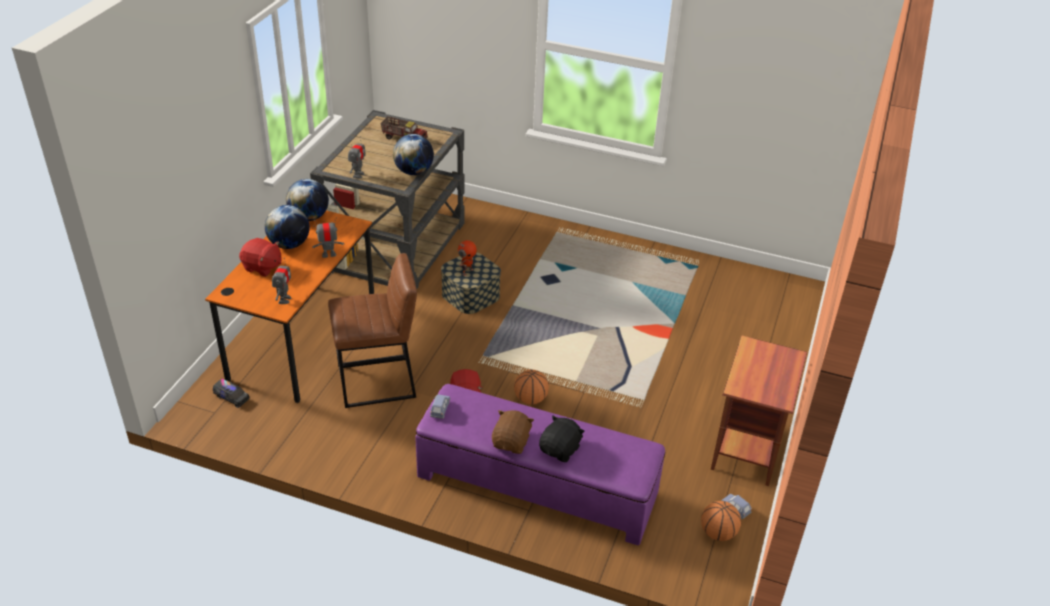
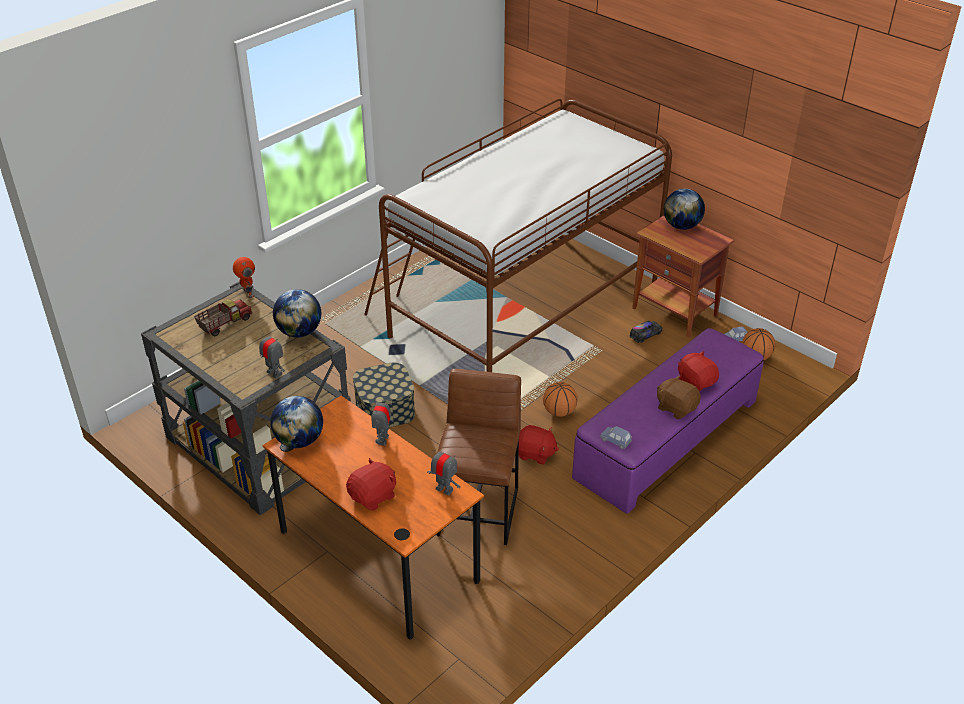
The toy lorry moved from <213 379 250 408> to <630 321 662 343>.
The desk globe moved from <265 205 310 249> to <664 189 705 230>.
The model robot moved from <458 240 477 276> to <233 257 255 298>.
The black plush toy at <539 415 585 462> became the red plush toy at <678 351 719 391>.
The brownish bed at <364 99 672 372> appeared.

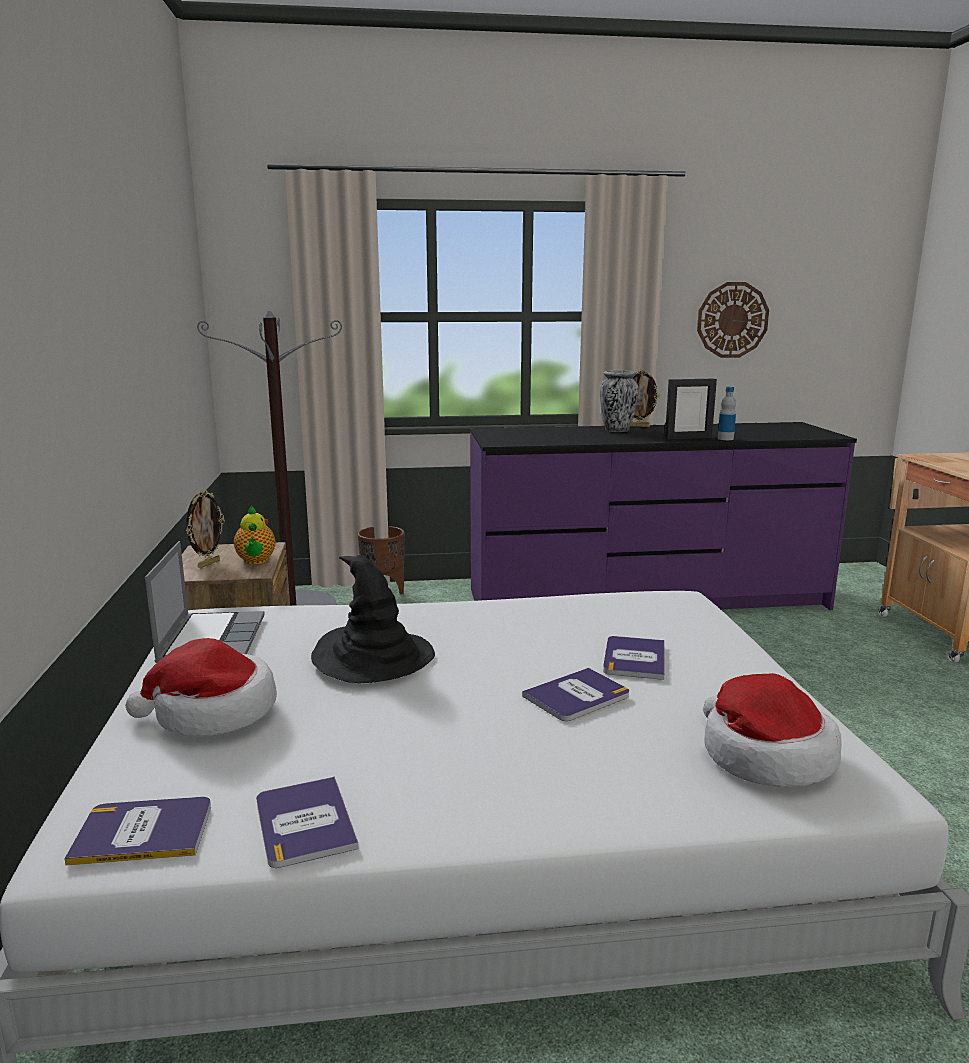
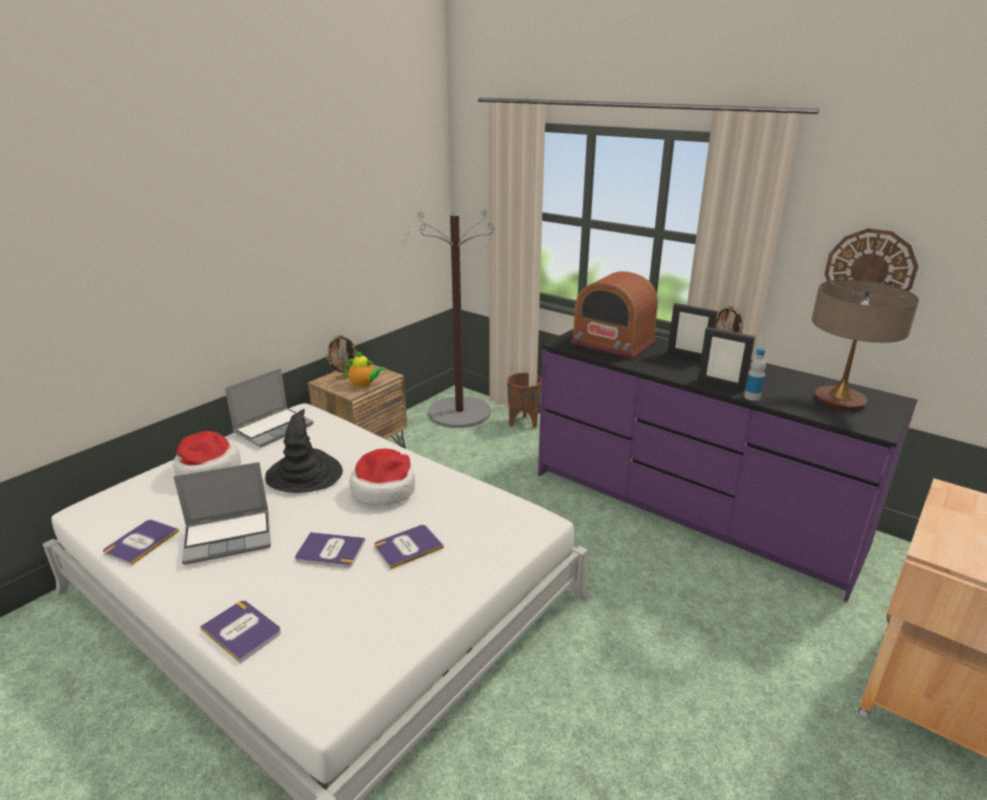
The book moved from <64 797 211 865> to <200 601 281 663>.
The teapot at <234 505 275 564> turned 105 degrees counterclockwise.
The decorative vase at <600 370 638 432> was replaced by the standing frame at <668 303 718 360>.
The hat moved from <703 673 842 787> to <350 449 415 505>.
The laptop at <173 462 271 565> appeared.
The radio set at <570 271 658 359> appeared.
The lamp for a table at <812 279 919 410> appeared.

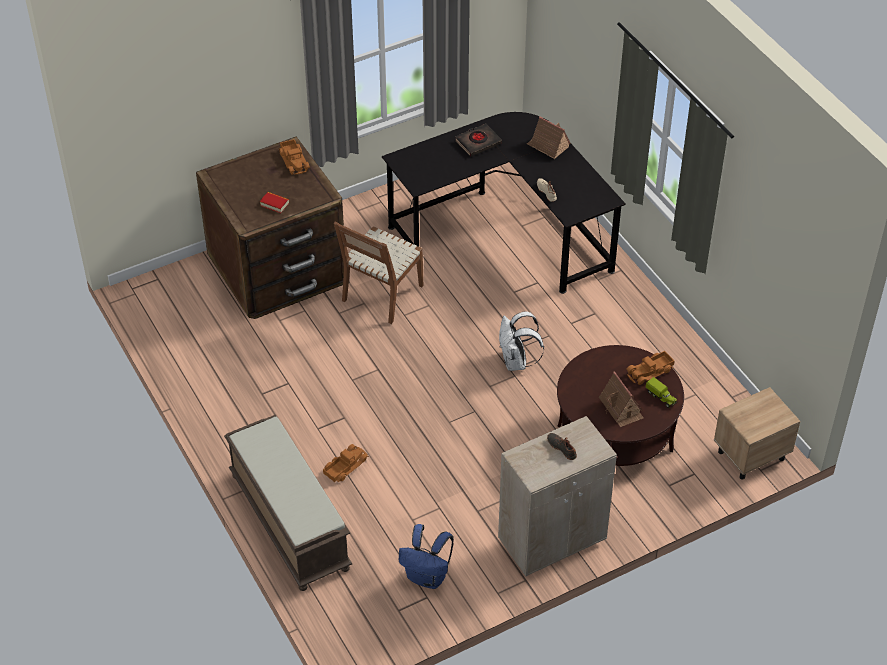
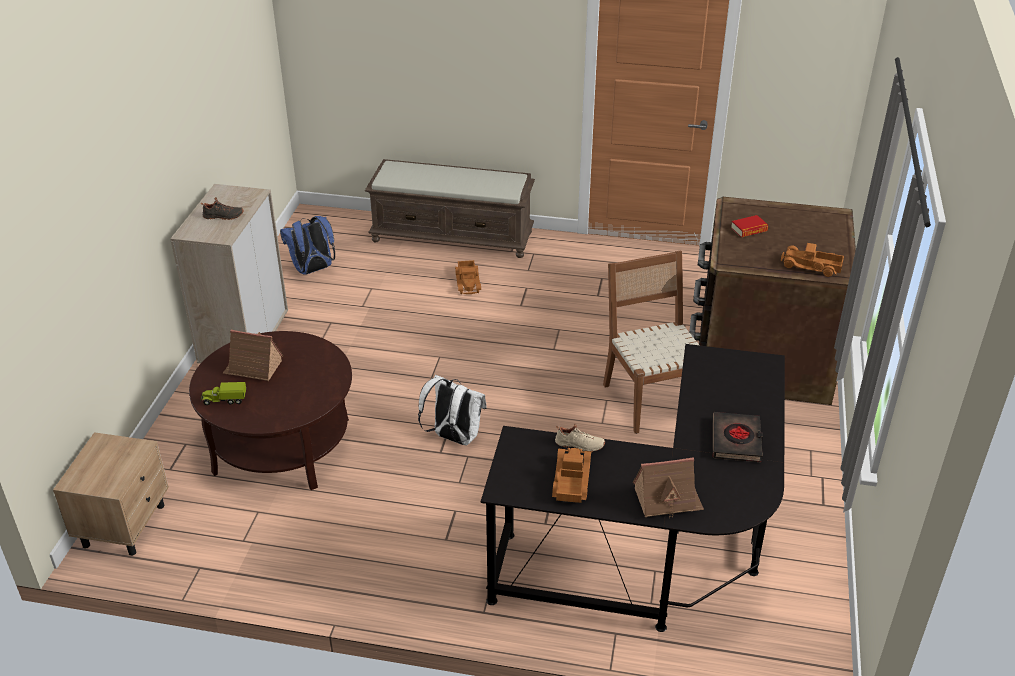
The toy lorry moved from <627 351 675 385> to <552 448 591 503>.

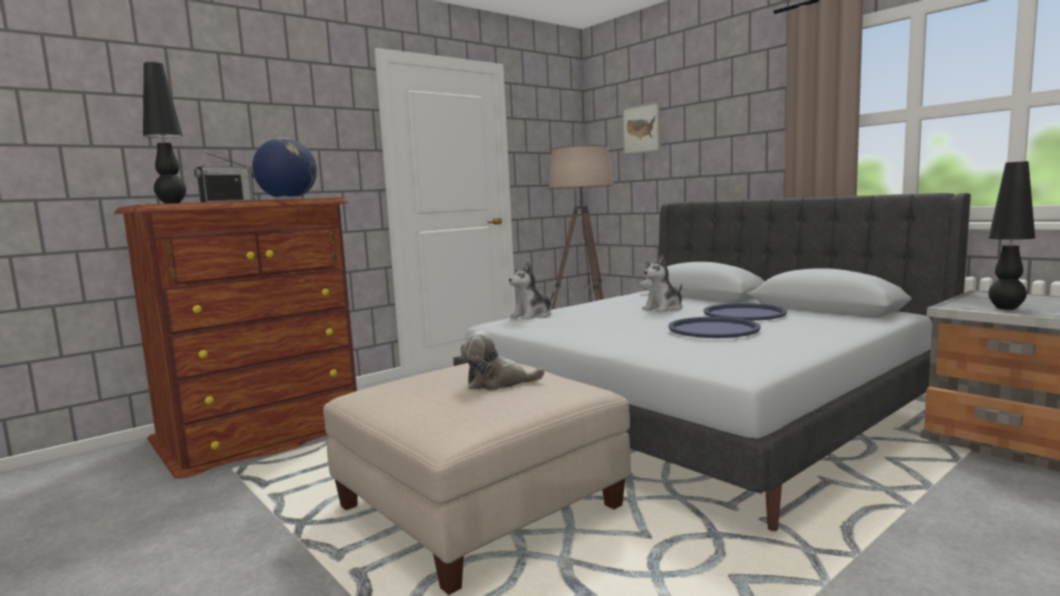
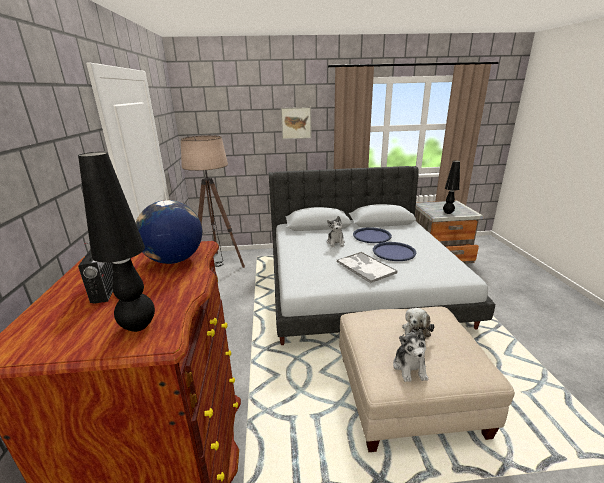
The plush toy moved from <509 262 554 319> to <393 329 428 382>.
The picture moved from <622 101 661 155> to <281 107 312 139>.
The carrying tray at <336 252 397 283> appeared.

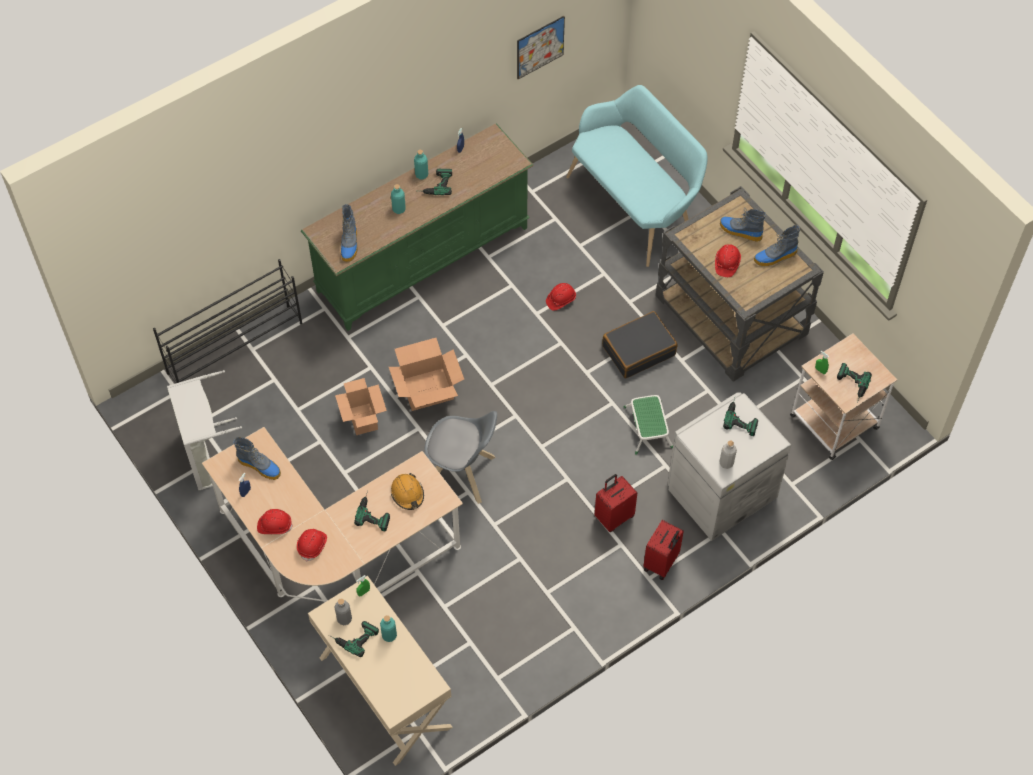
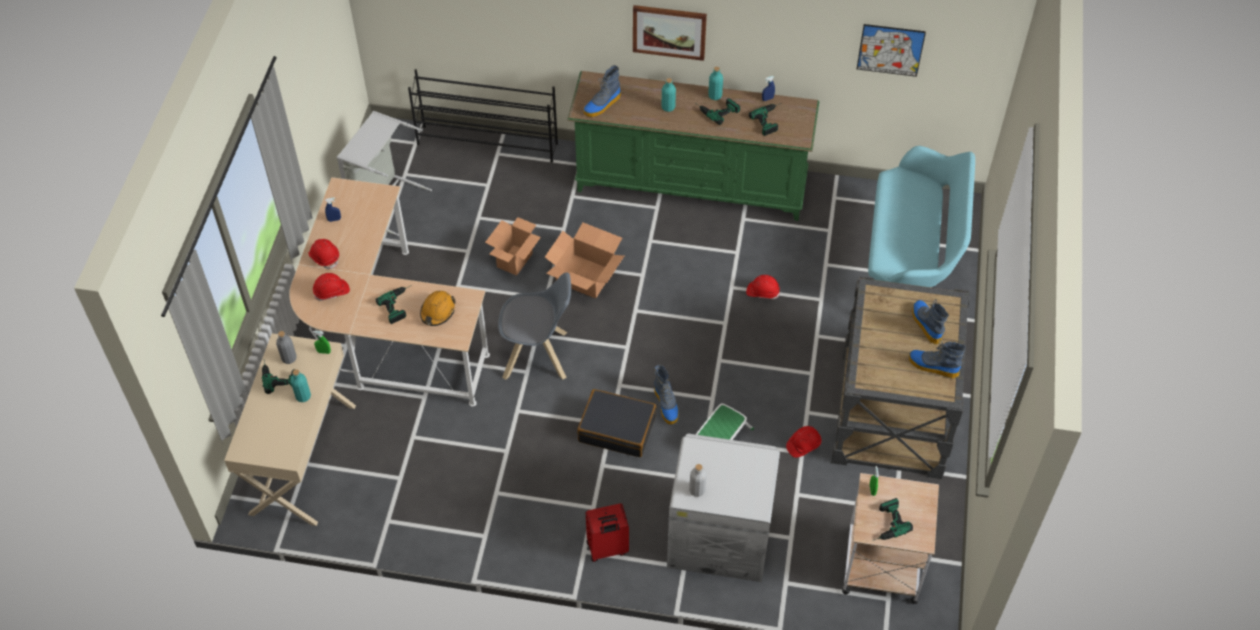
The boot moved from <233 437 281 480> to <654 365 679 425>.
The greyish upright chair at <424 411 497 504> turned 60 degrees counterclockwise.
The red piece of luggage at <595 474 637 532> disappeared.
The black piece of luggage moved from <602 311 677 379> to <577 389 656 457>.
The red safety helmet moved from <715 244 741 277> to <786 426 821 458>.
The power drill moved from <723 398 758 436> to <749 103 781 136>.
The picture at <633 5 707 61> appeared.

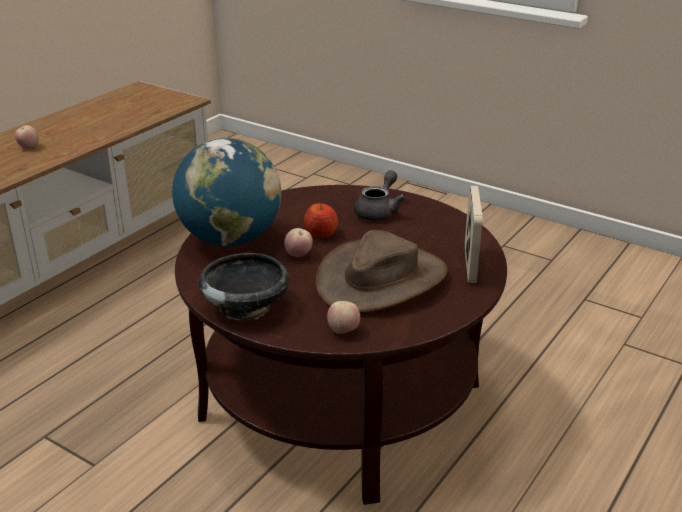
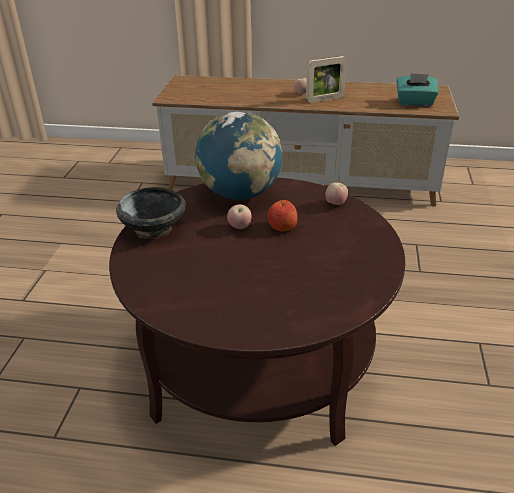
The brownish hat at <315 230 448 313> disappeared.
The apple fruit moved from <327 301 360 334> to <326 182 348 205>.
The greyish teapot at <354 170 406 221> disappeared.
The standing frame moved from <465 186 482 283> to <306 56 347 103>.
The turquoise tissue box at <396 73 439 106> appeared.

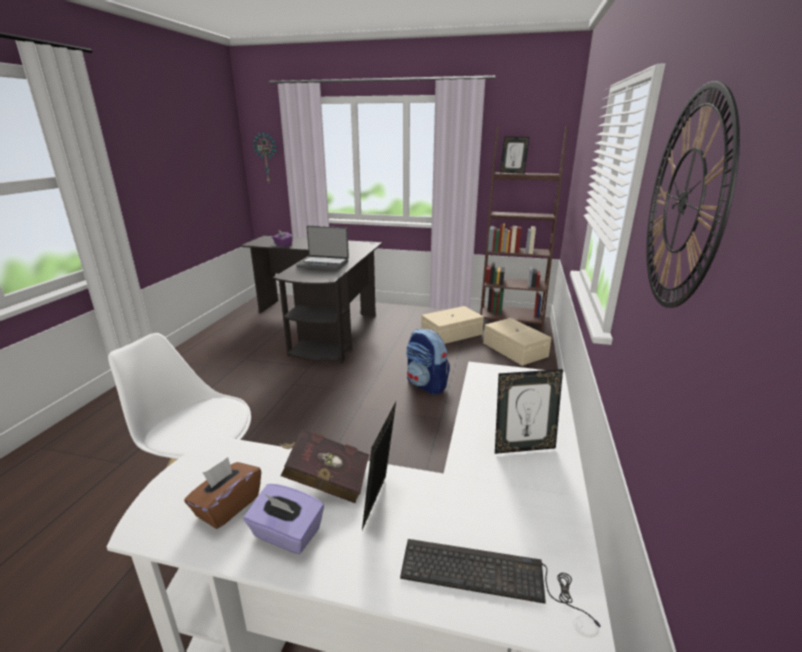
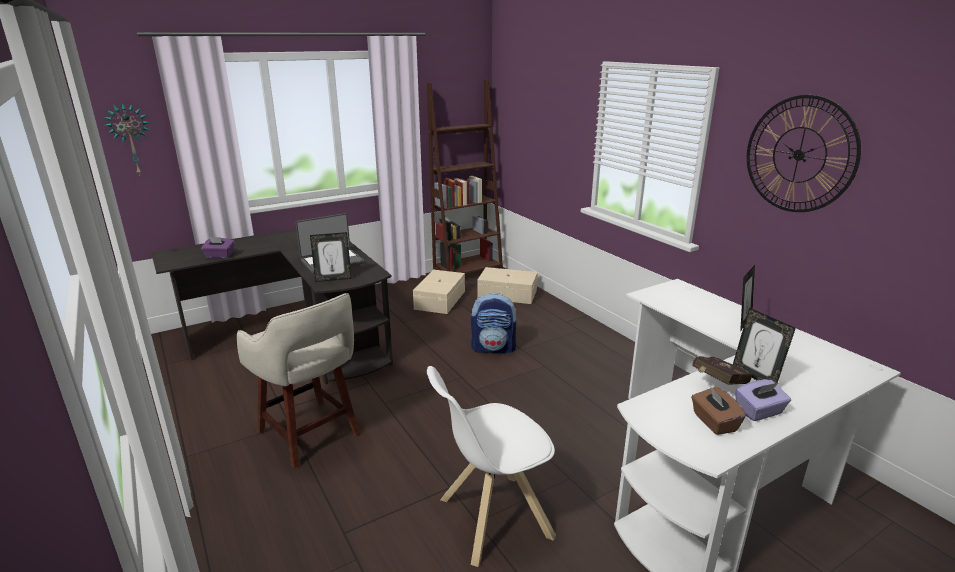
The computer keyboard at <400 539 601 628> disappeared.
The standing frame moved from <500 137 530 174> to <310 232 352 282>.
The beige-coloured stool at <237 293 360 468> appeared.

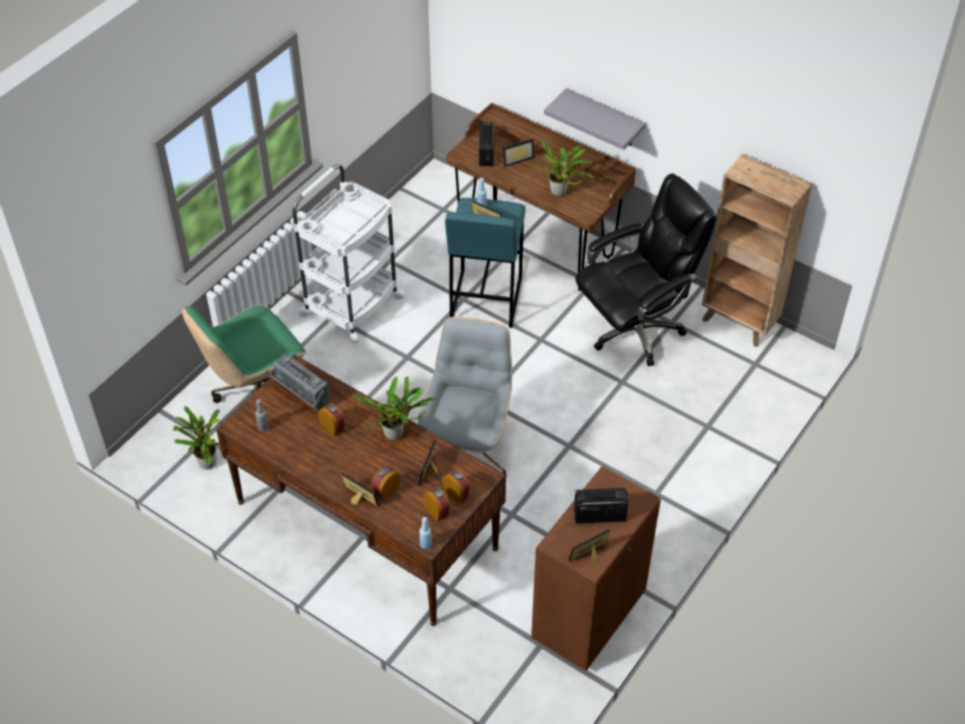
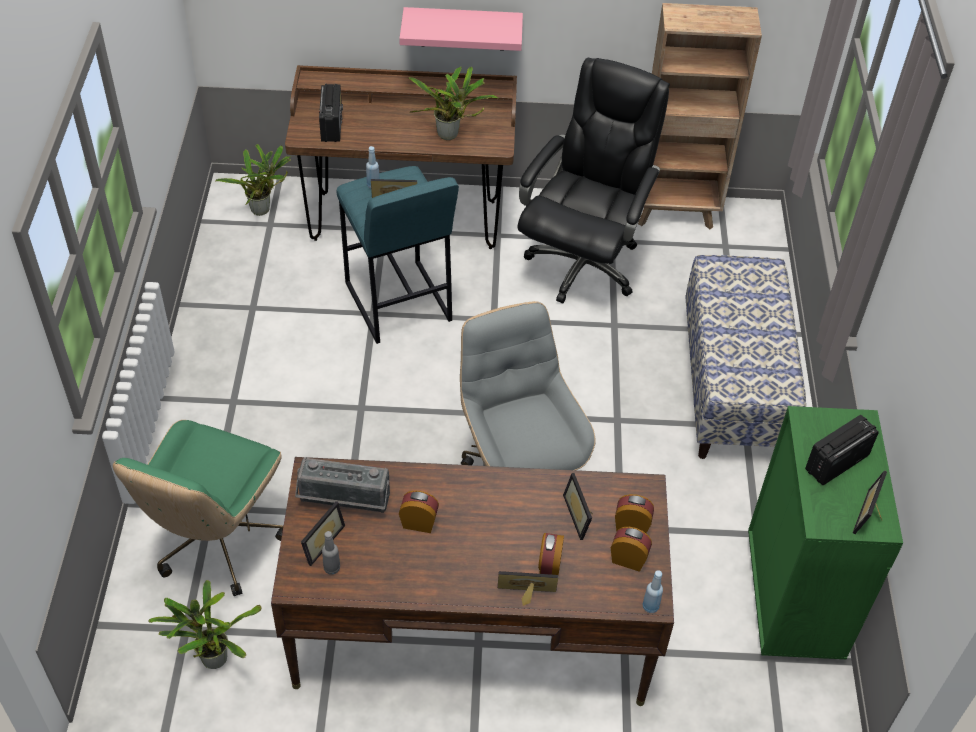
The white cart at <292 164 404 343> disappeared.
The houseplant moved from <352 377 436 440> to <215 144 291 216>.
The radio set at <478 122 494 167> turned 150 degrees counterclockwise.
The standing frame moved from <502 139 535 167> to <301 501 345 566>.
The brownish cabinet at <531 466 661 671> became the greenish cabinet at <748 406 903 659>.
The greyish wall shelf at <544 88 646 150> became the pinkish wall shelf at <399 7 523 51>.
The long seat at <685 255 806 459> appeared.

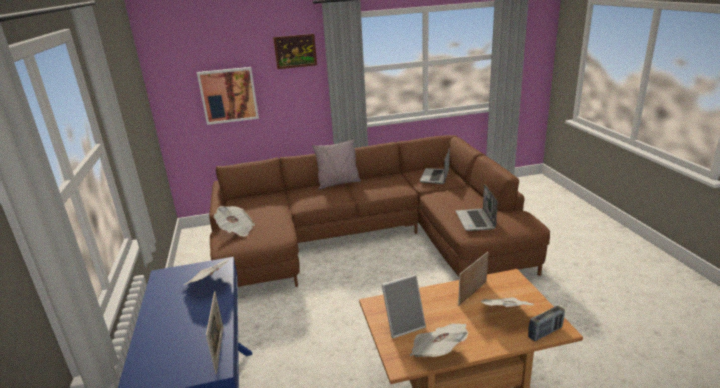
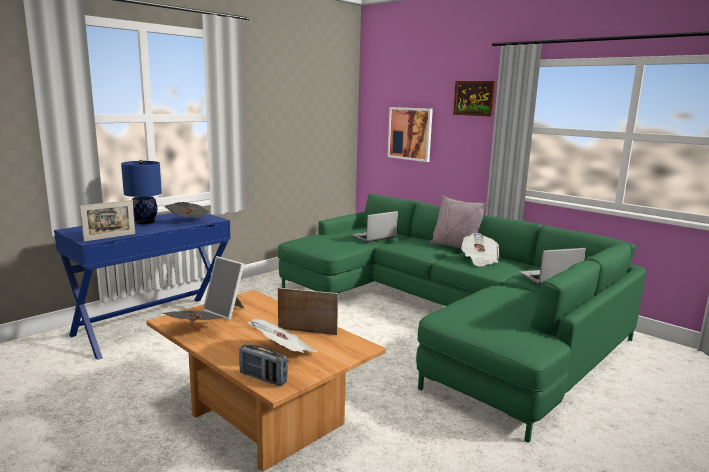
The brownish sofa at <209 135 550 287> became the greenish sofa at <278 193 646 443>.
The printed paper moved from <214 206 255 237> to <461 233 499 266>.
The laptop moved from <456 184 498 231> to <351 211 398 242>.
The blue-coloured lamp for a table at <121 160 162 224> appeared.

